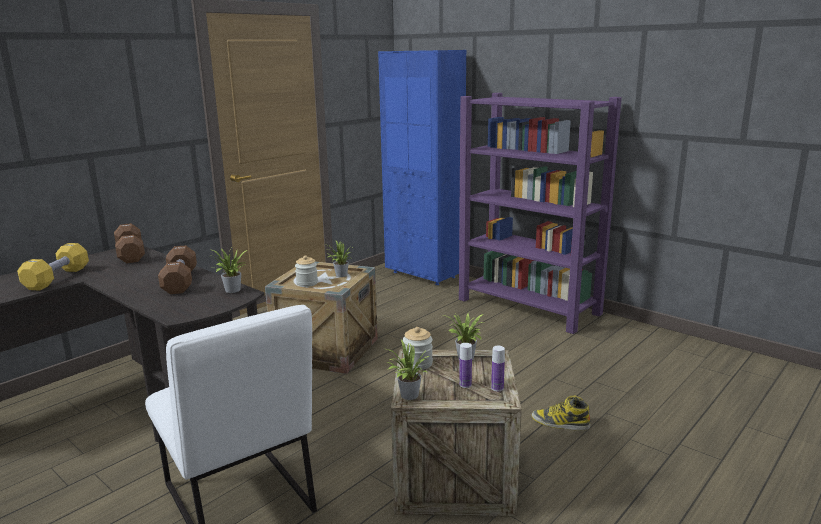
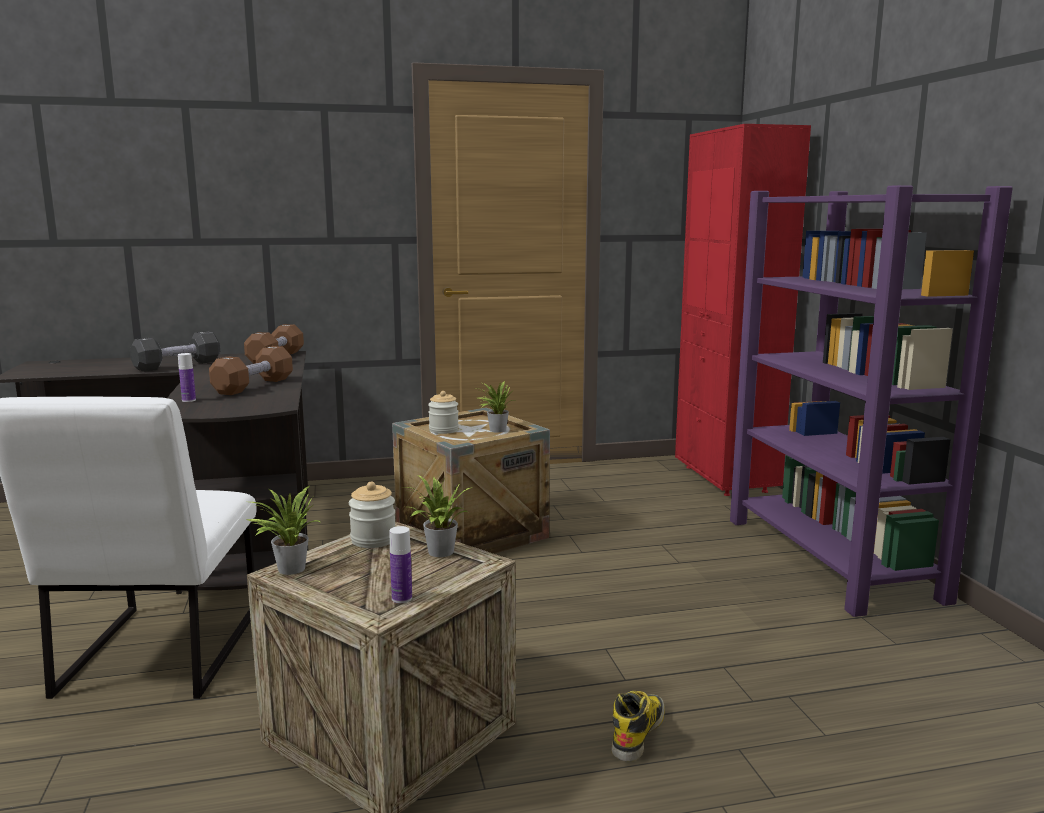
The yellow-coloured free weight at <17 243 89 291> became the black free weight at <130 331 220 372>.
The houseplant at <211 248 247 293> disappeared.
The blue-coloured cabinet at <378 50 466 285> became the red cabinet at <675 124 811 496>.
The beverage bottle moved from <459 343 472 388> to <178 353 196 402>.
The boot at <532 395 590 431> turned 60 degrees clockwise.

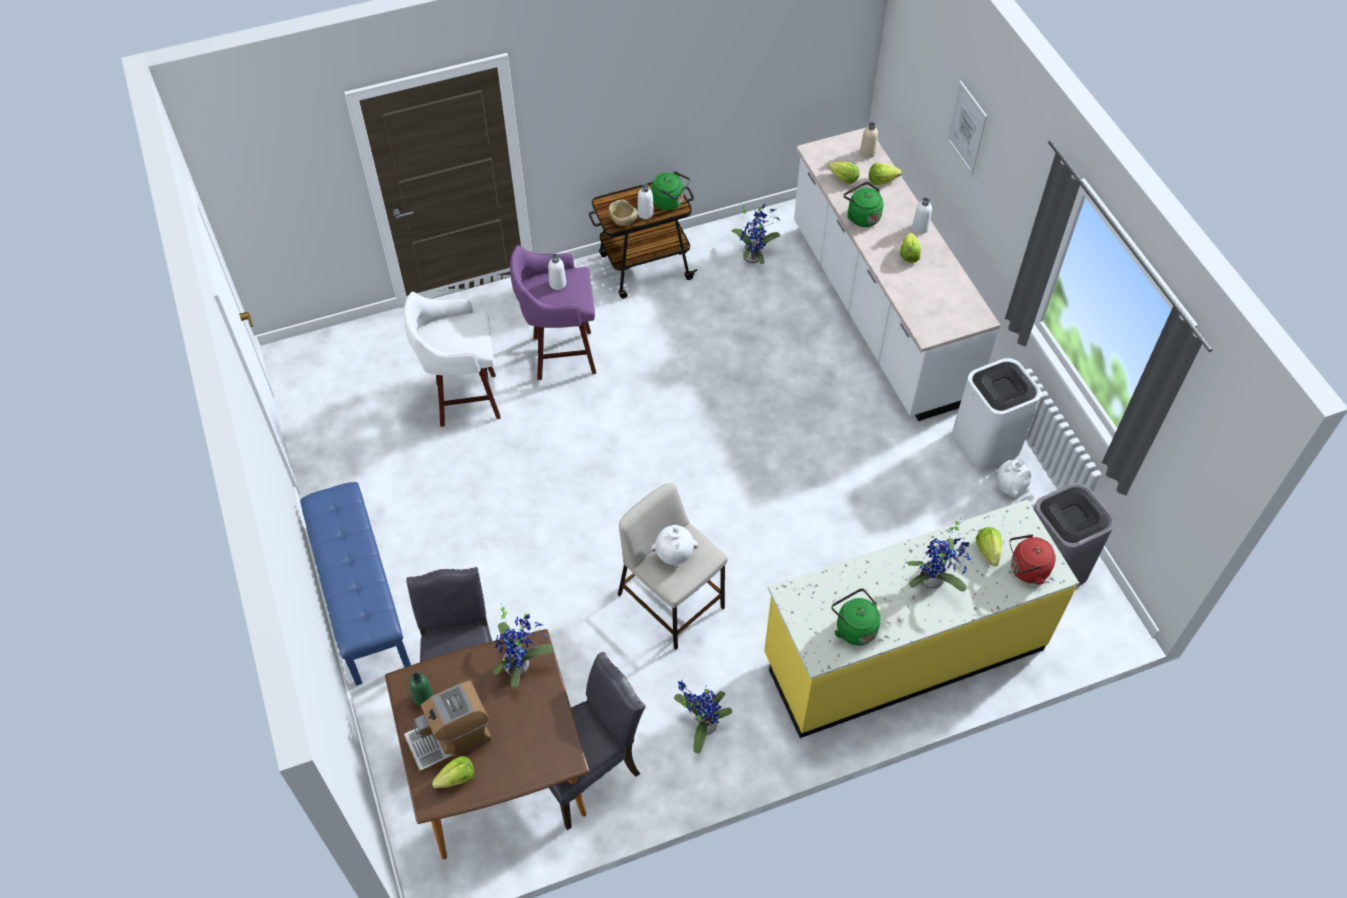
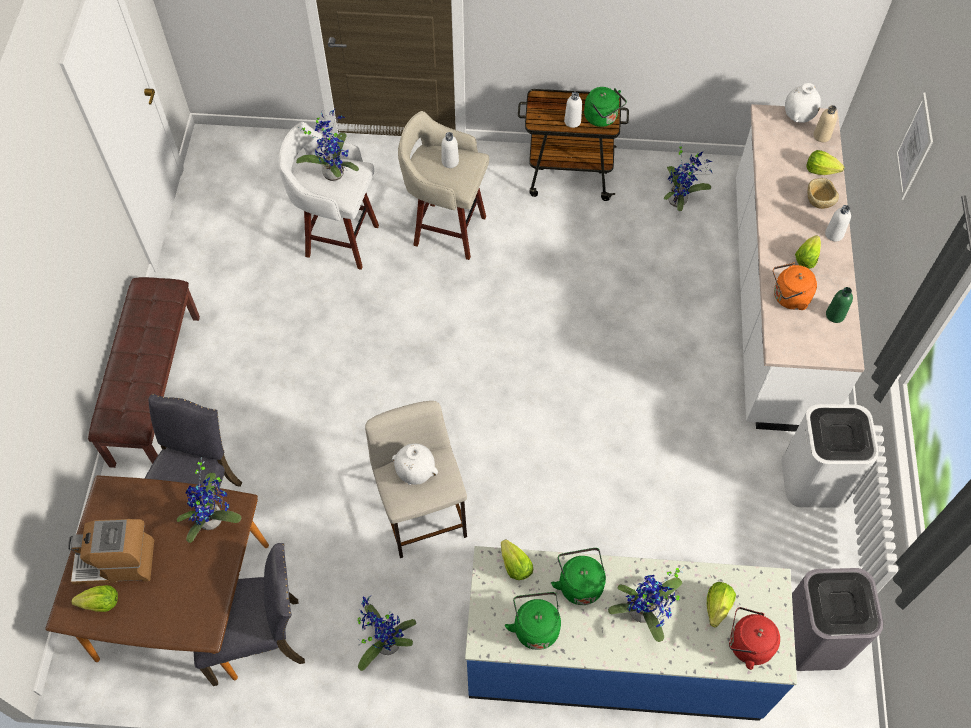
The blue-coloured long seat at <300 482 411 686> became the brownish long seat at <88 277 200 468>.
The greenish beverage bottle moved from <409 673 434 707> to <826 287 853 323>.
The purplish stool at <510 245 596 380> became the beige-coloured stool at <398 111 489 260>.
The beige-coloured deep dish moved from <609 199 638 226> to <807 178 839 209>.
The yellow-coloured counter at <764 500 1079 738> became the blue-coloured counter at <465 546 797 721>.
The lettuce head moved from <828 162 860 184> to <501 540 533 580>.
The greenish kettle moved from <844 182 883 227> to <551 548 606 605>.
The white decorative vase moved from <996 459 1031 497> to <785 83 821 123>.
The houseplant at <296 109 359 181> appeared.
The orange kettle at <773 263 817 310> appeared.

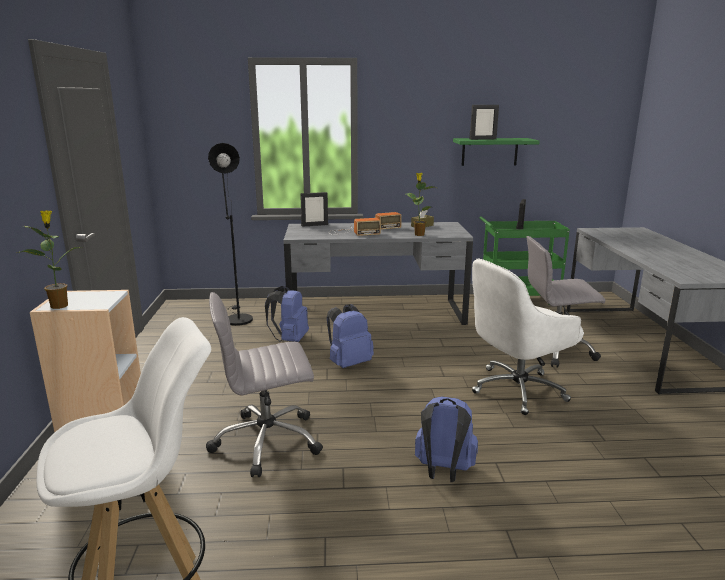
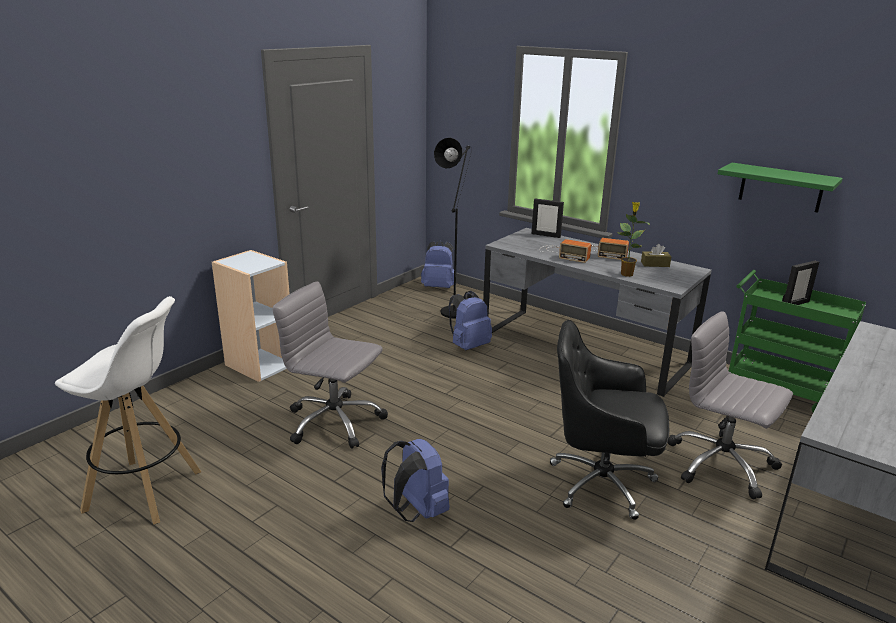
The houseplant at <18 210 81 309> disappeared.
The blue-coloured knapsack moved from <327 304 374 368> to <421 241 454 288>.
The standing frame at <469 105 499 140> disappeared.
The white computer chair at <472 259 584 415> became the black computer chair at <550 320 669 520>.

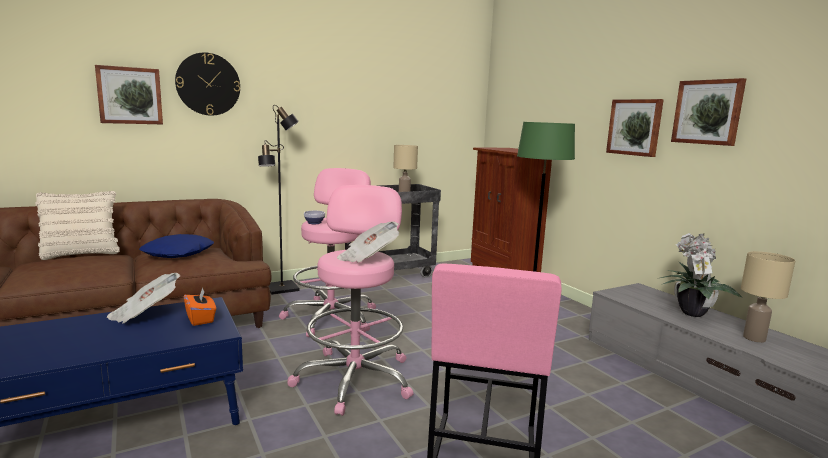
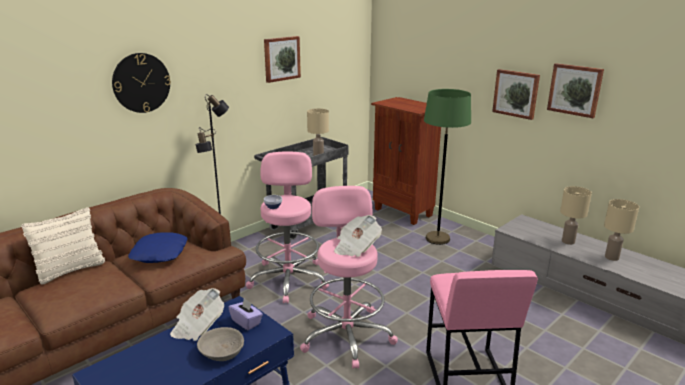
The picture moved from <95 65 163 124> to <264 36 301 83>.
The orange tissue box at <184 287 216 326> became the purplish tissue box at <228 298 263 330>.
The houseplant at <660 232 743 317> was replaced by the beige-coloured lamp for a table at <560 186 592 245>.
The greyish deep dish at <197 327 244 361> appeared.

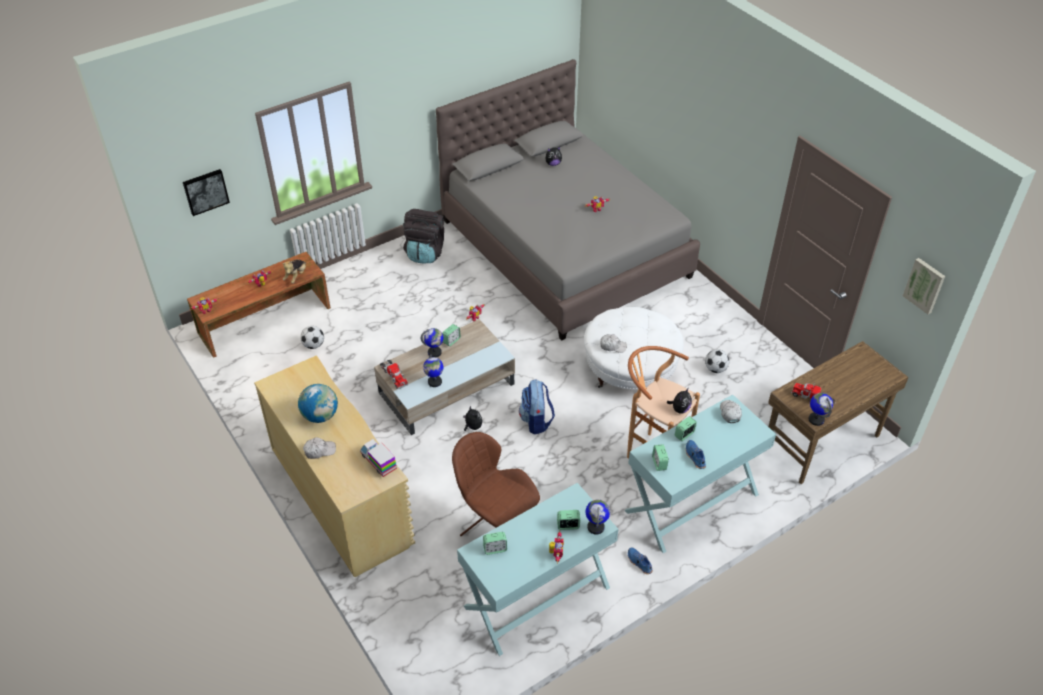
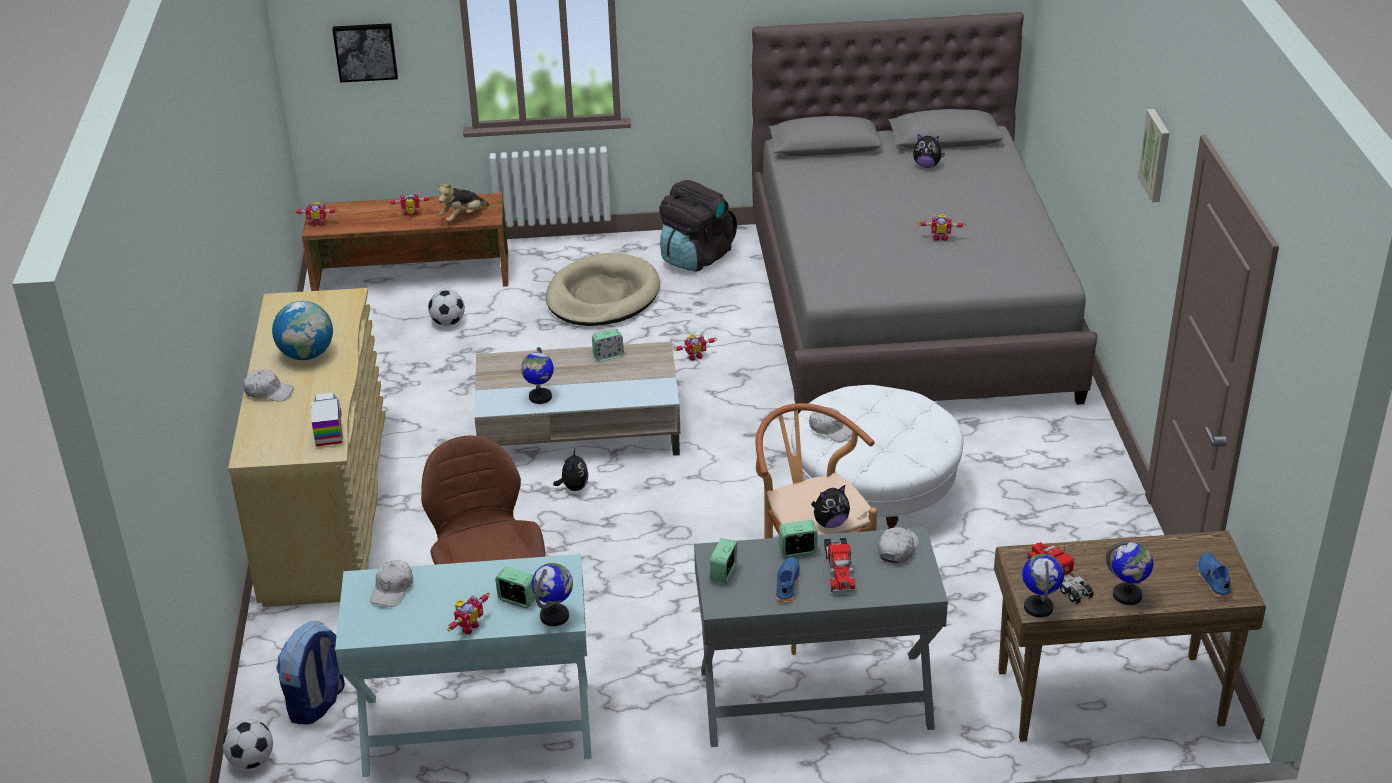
The toy lorry moved from <380 360 408 389> to <824 538 855 593>.
The desk globe moved from <421 328 443 357> to <1106 540 1153 605>.
The bedside clock at <483 532 507 555> was replaced by the white cap at <370 560 413 607>.
The knapsack moved from <519 380 555 434> to <276 621 345 724>.
The turquoise desk at <624 394 776 553> became the greyish desk at <694 527 948 747>.
The blue-coloured item of footwear moved from <628 547 653 574> to <1197 552 1231 598>.
The ball for football moved from <705 349 729 373> to <223 719 273 769>.
The picture moved from <903 258 945 314> to <1138 109 1169 202>.
The beige-coloured pet bed at <546 253 660 326> appeared.

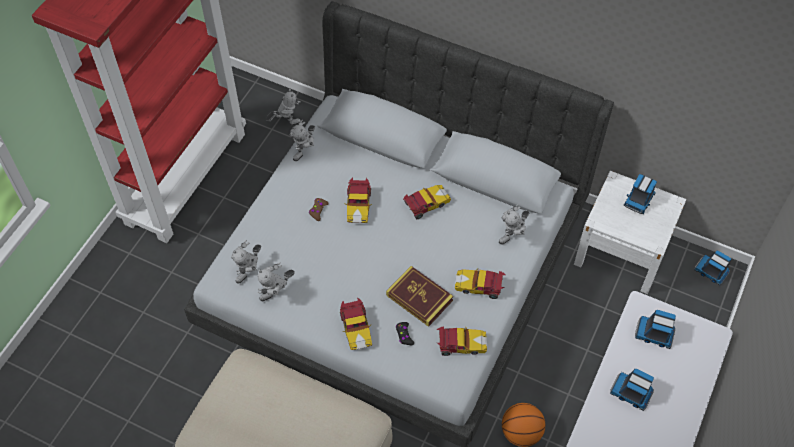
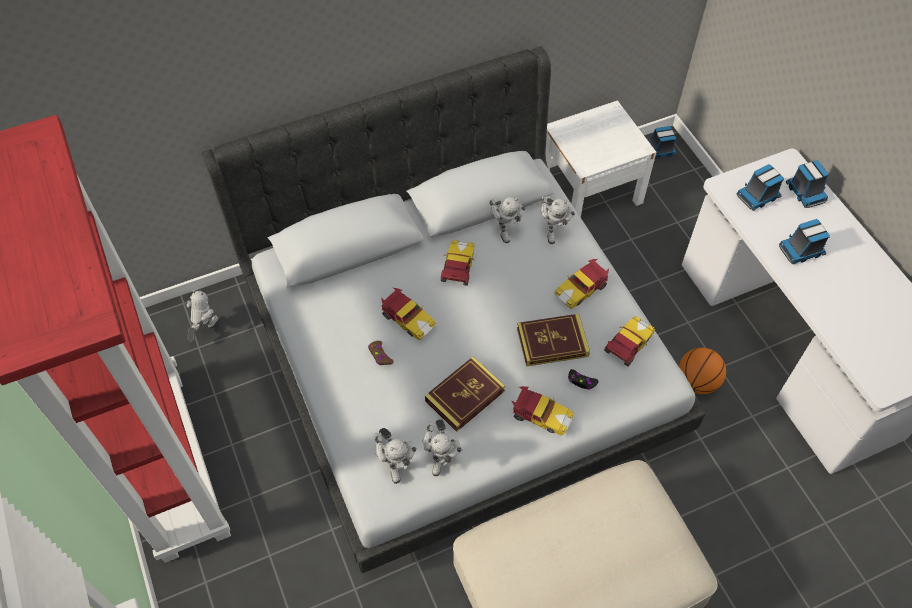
The model robot moved from <290 120 315 161> to <489 197 525 243>.
The toy lorry moved from <624 174 657 214> to <786 160 828 208>.
The book at <425 357 505 432> appeared.

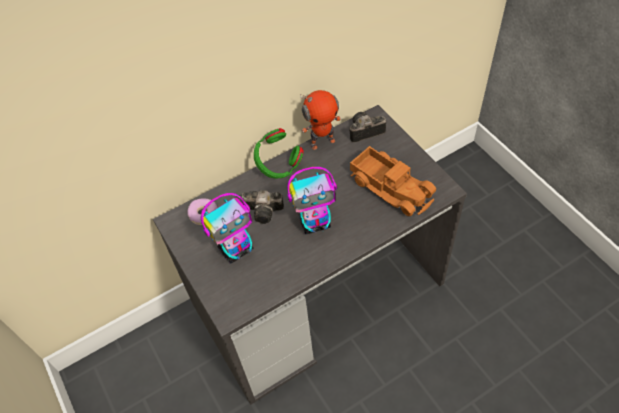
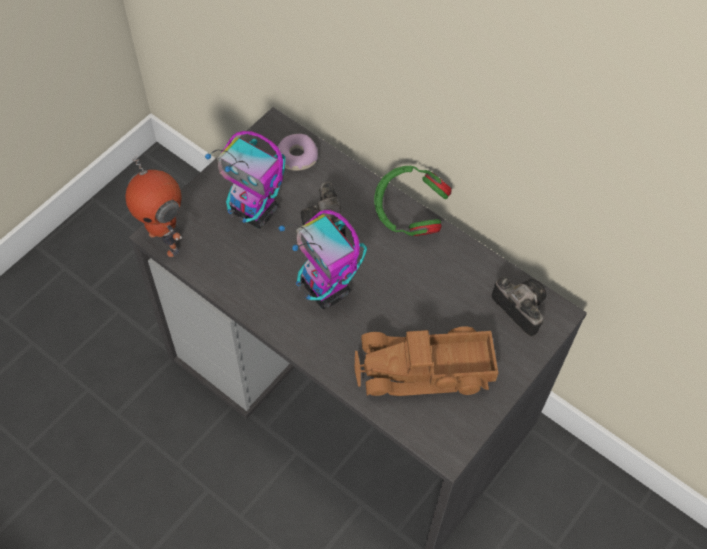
The model robot moved from <300 90 341 150> to <125 155 182 257>.
The toy lorry at <350 146 436 216> turned 60 degrees clockwise.

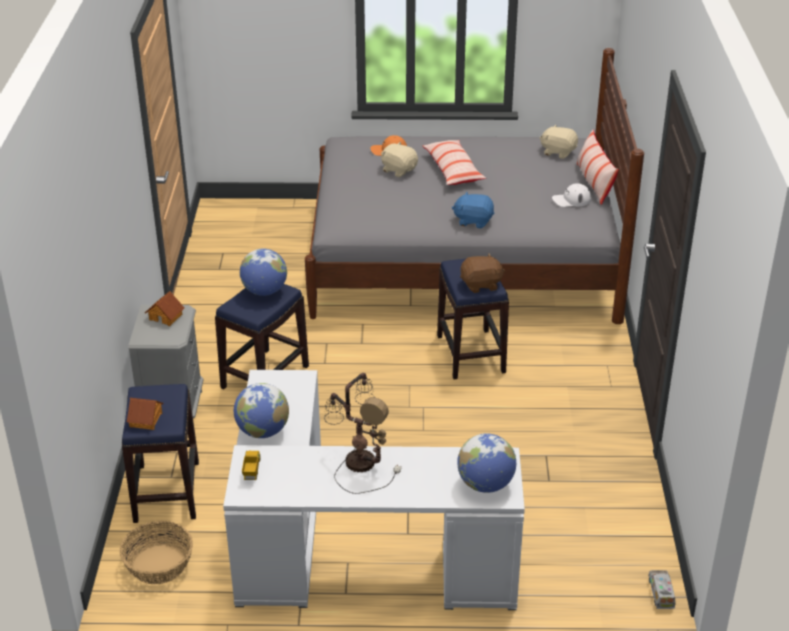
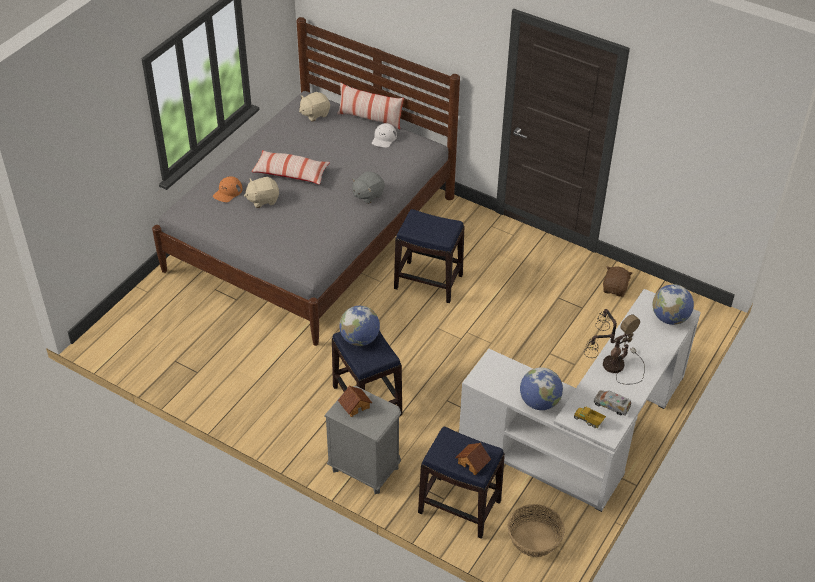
The blue-coloured plush toy at <452 191 494 228> became the greyish plush toy at <352 171 385 204>.
The brownish plush toy moved from <460 253 505 293> to <603 266 633 297>.
The toy lorry moved from <649 570 675 609> to <594 390 631 416>.

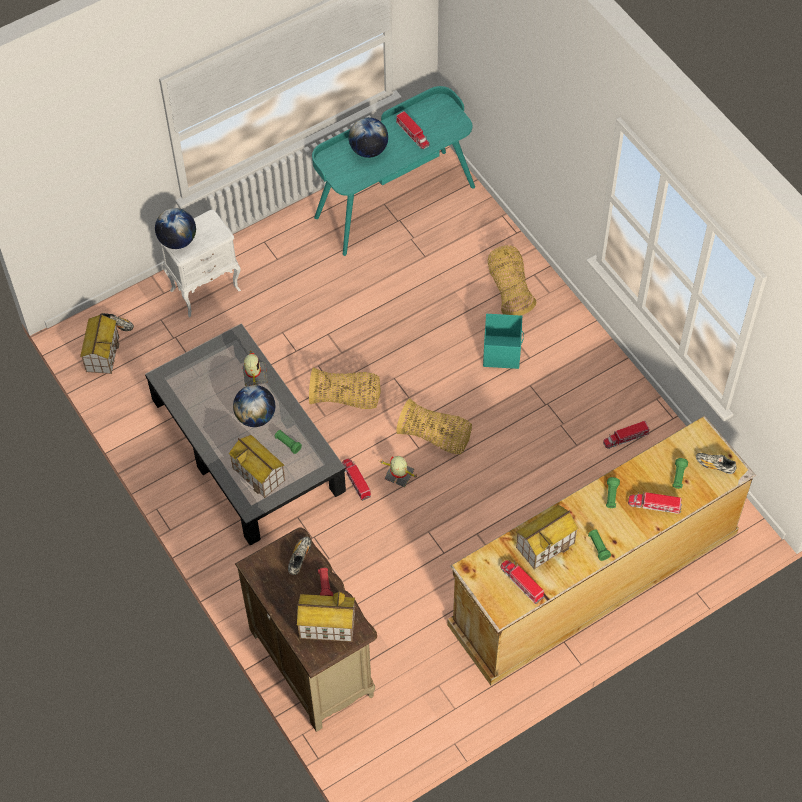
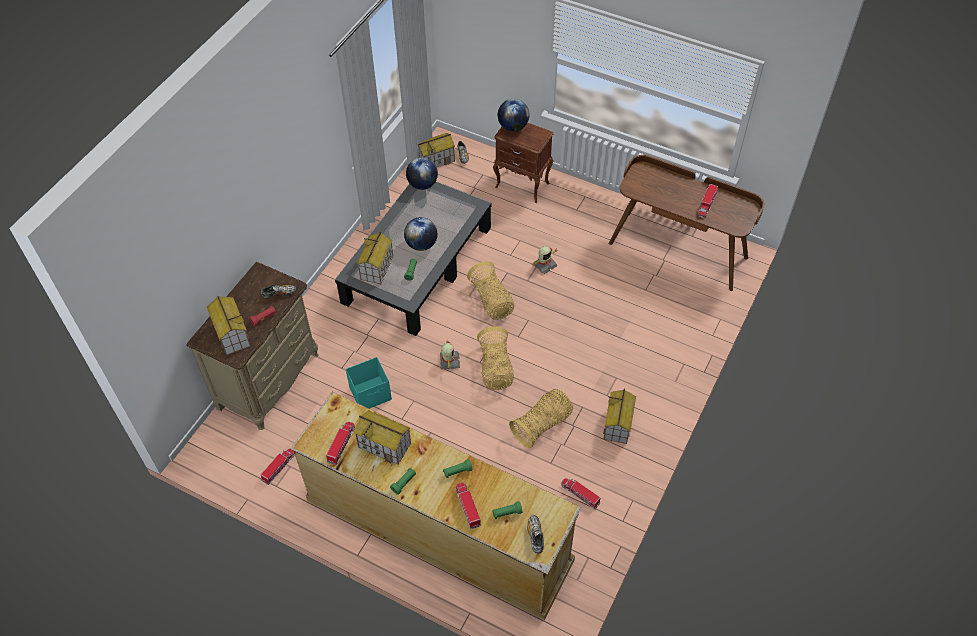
The white nightstand at <161 210 241 318> became the brownish nightstand at <493 123 554 203>.
The model robot moved from <243 350 268 386> to <532 246 557 274>.
The turquoise desk at <312 86 475 256> became the brownish desk at <609 155 764 291>.
The toy lorry moved from <342 458 371 500> to <261 449 295 485>.
The desk globe moved from <349 117 388 158> to <406 157 438 190>.
The turquoise storage box moved from <483 314 524 369> to <346 357 392 409>.
The household basket moved from <488 245 537 315> to <509 389 573 448>.
The toy house at <603 389 636 444> appeared.

